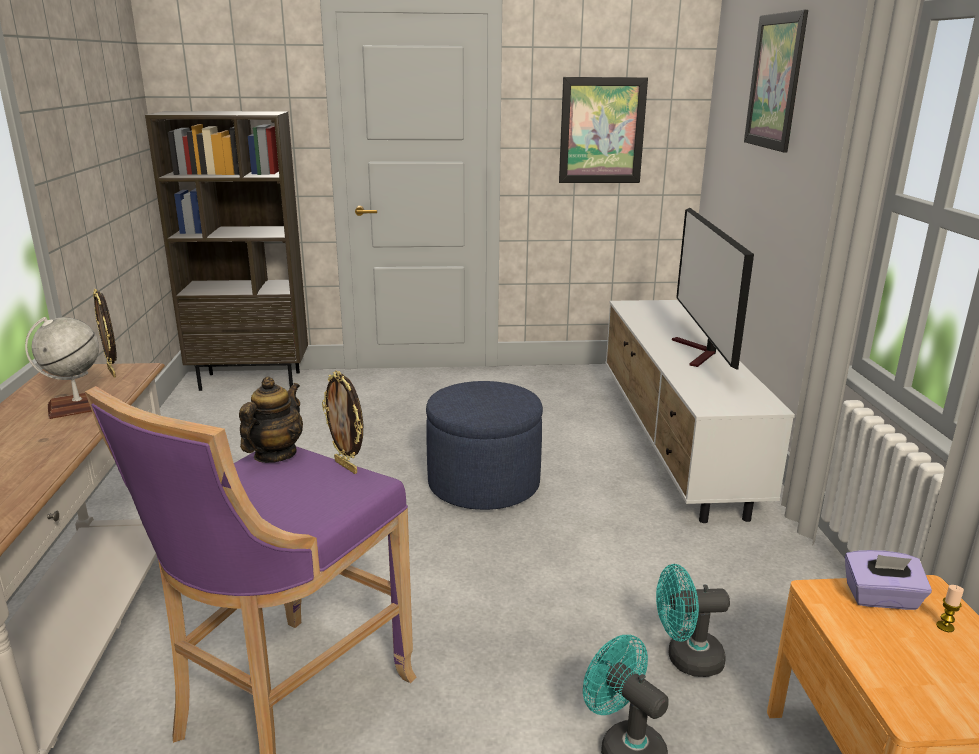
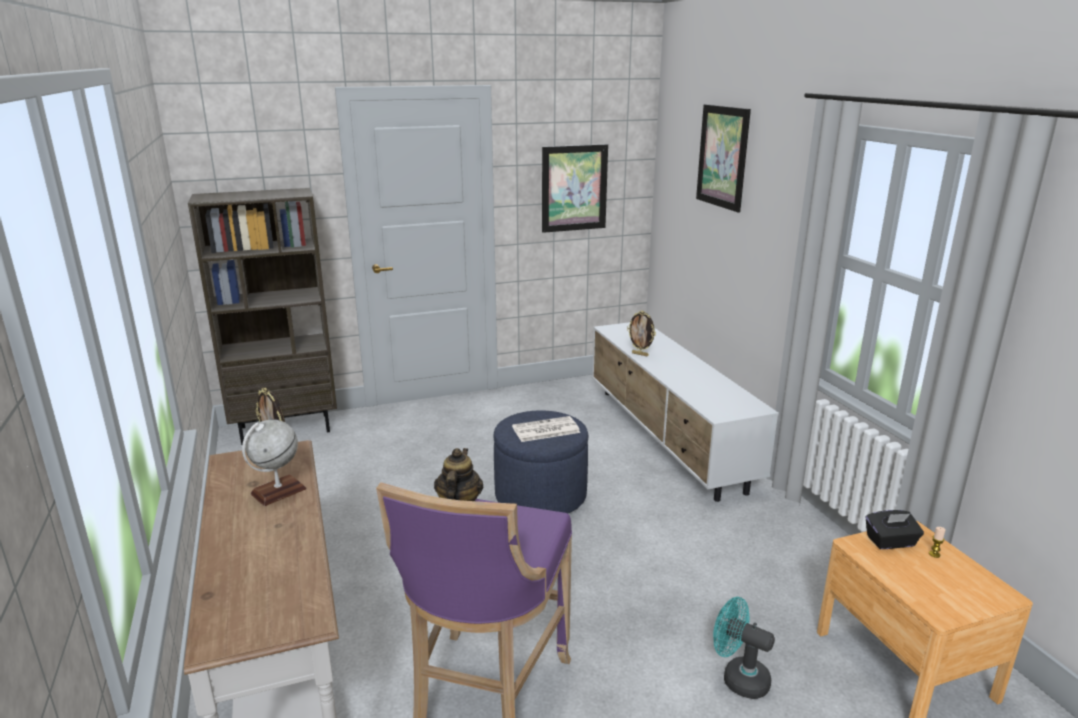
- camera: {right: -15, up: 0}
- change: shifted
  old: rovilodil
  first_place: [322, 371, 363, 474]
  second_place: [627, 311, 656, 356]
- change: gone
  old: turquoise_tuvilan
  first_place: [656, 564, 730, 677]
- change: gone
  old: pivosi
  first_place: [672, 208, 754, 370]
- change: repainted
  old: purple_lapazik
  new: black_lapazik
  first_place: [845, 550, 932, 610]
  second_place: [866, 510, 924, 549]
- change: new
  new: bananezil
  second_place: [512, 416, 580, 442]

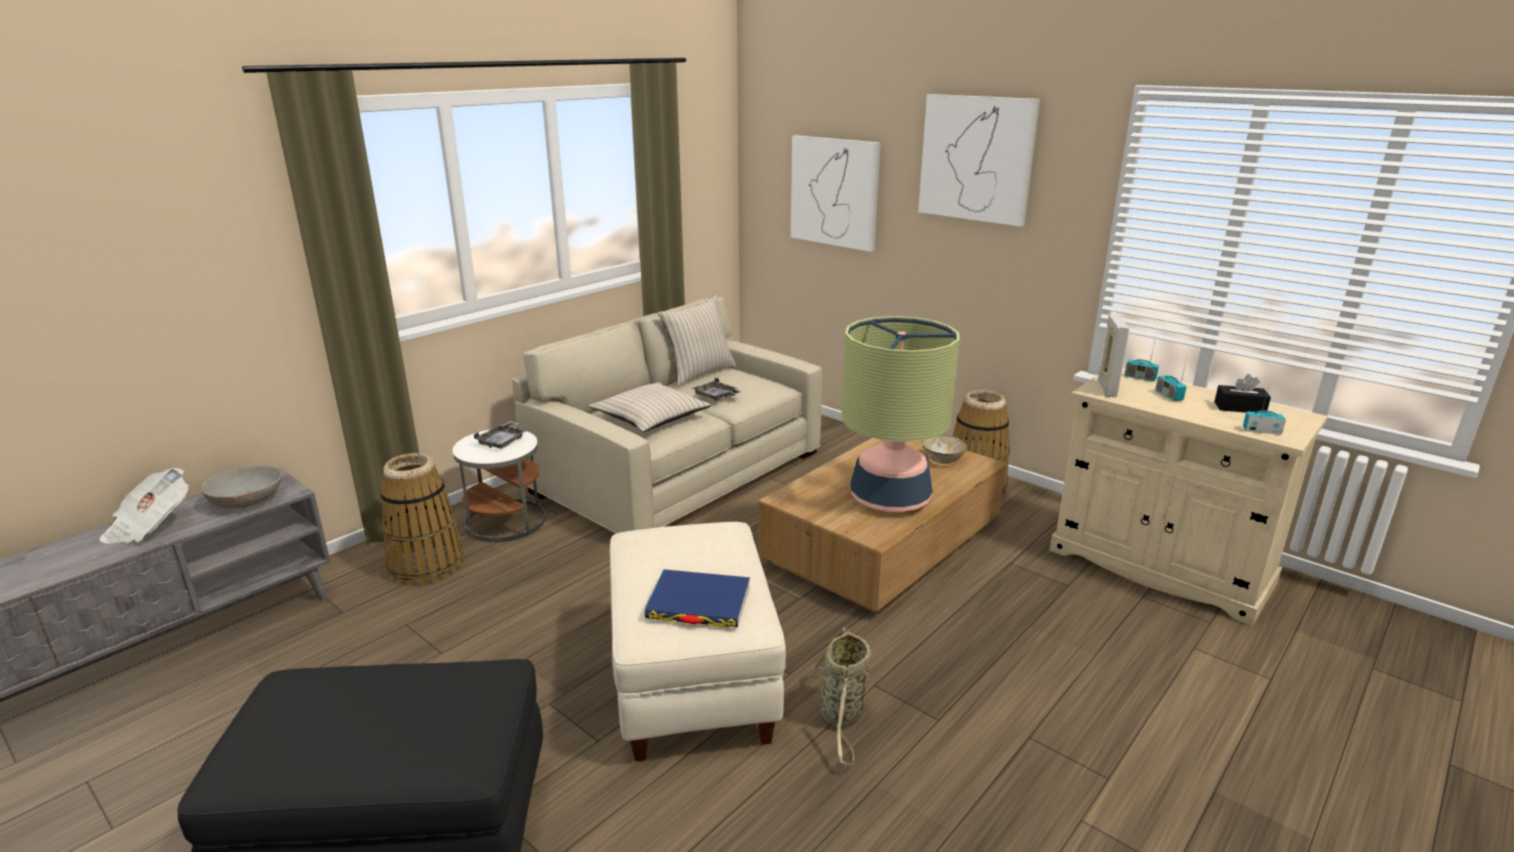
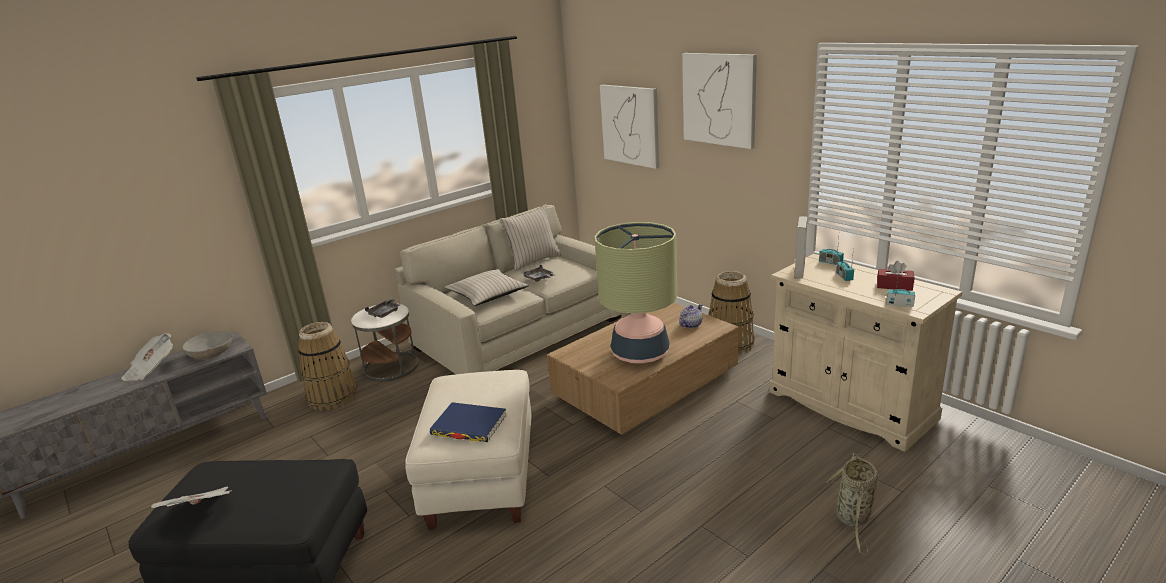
- camera: {right: 10, up: 0}
- change: shifted
  old: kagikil
  first_place: [811, 627, 871, 765]
  second_place: [825, 453, 878, 555]
- change: swapped
  old: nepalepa
  new: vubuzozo
  first_place: [922, 435, 968, 464]
  second_place: [679, 304, 703, 328]
- change: repainted
  old: black_lapazik
  new: red_lapazik
  first_place: [1214, 374, 1271, 413]
  second_place: [877, 261, 914, 291]
- change: new
  new: bananezil
  second_place: [151, 487, 230, 508]

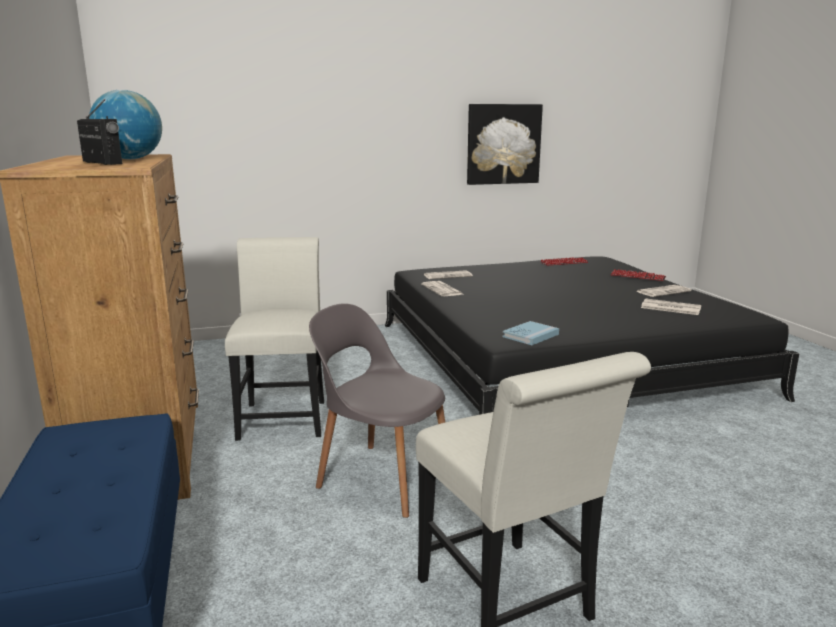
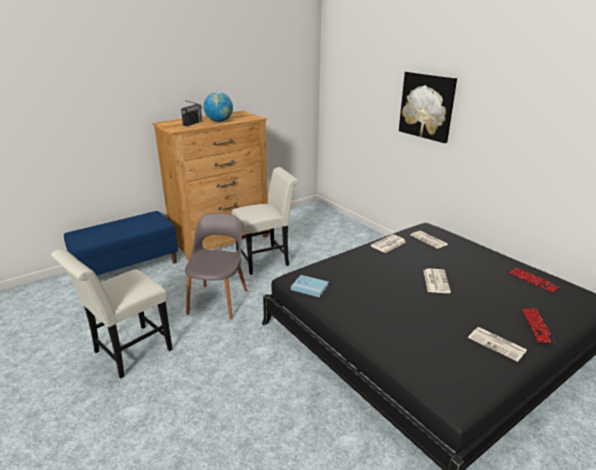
- camera: {right: 70, up: 10}
- change: shifted
  old: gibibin
  first_place: [467, 104, 543, 185]
  second_place: [399, 71, 457, 143]
- change: shifted
  old: bananezil
  first_place: [641, 298, 701, 315]
  second_place: [423, 269, 451, 293]

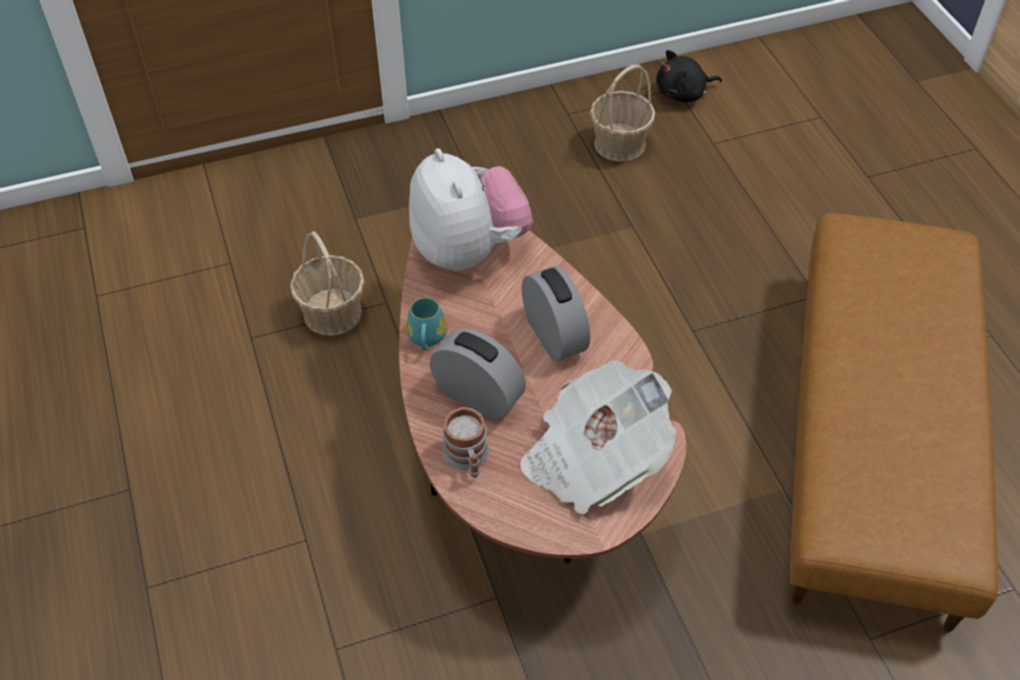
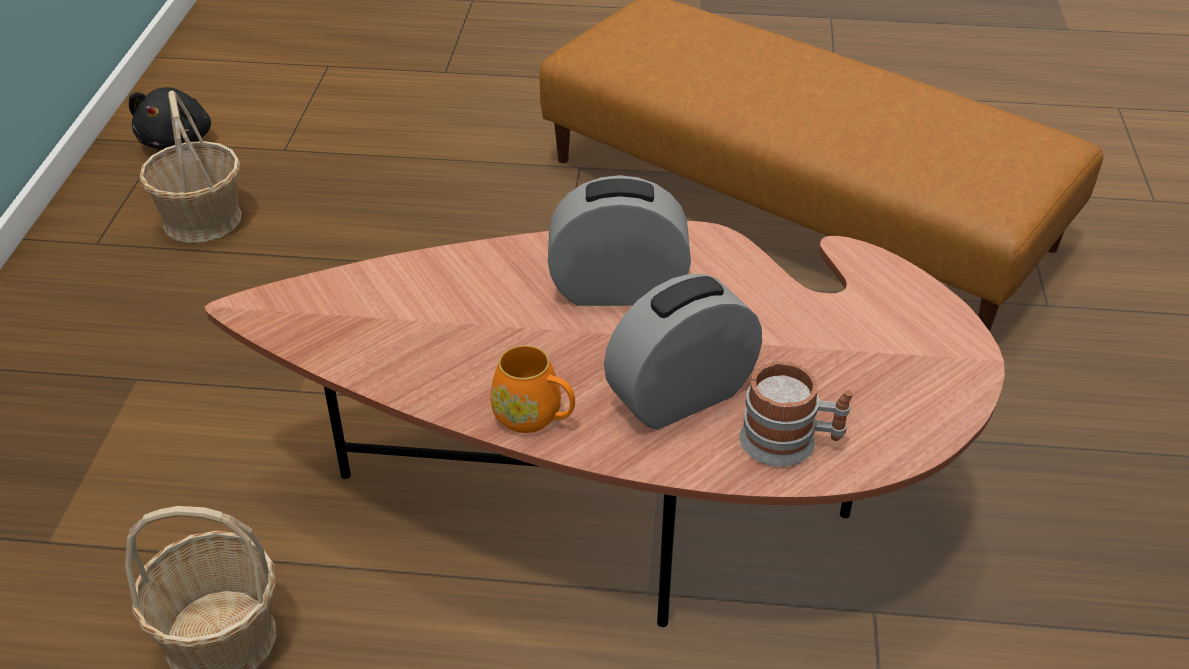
- camera: {right: -65, up: -10}
- change: repainted
  old: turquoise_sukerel
  new: orange_sukerel
  first_place: [406, 298, 447, 350]
  second_place: [490, 345, 575, 433]
- change: gone
  old: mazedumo
  first_place: [409, 148, 533, 271]
- change: gone
  old: bananezil
  first_place: [520, 360, 676, 515]

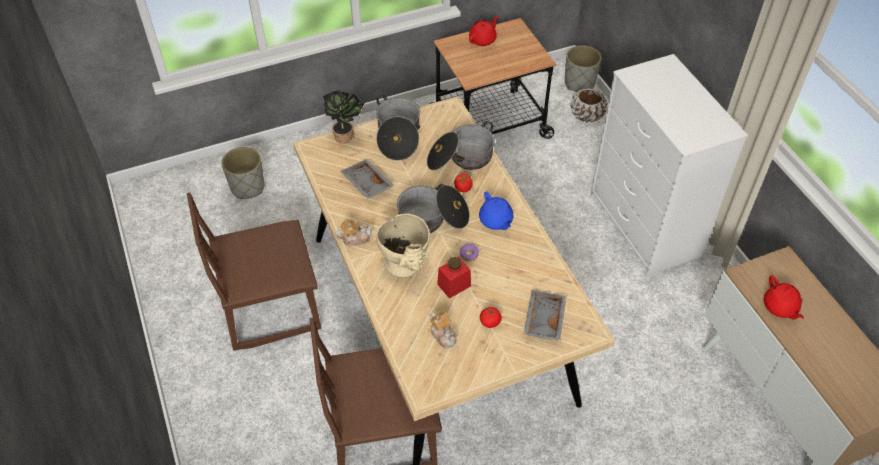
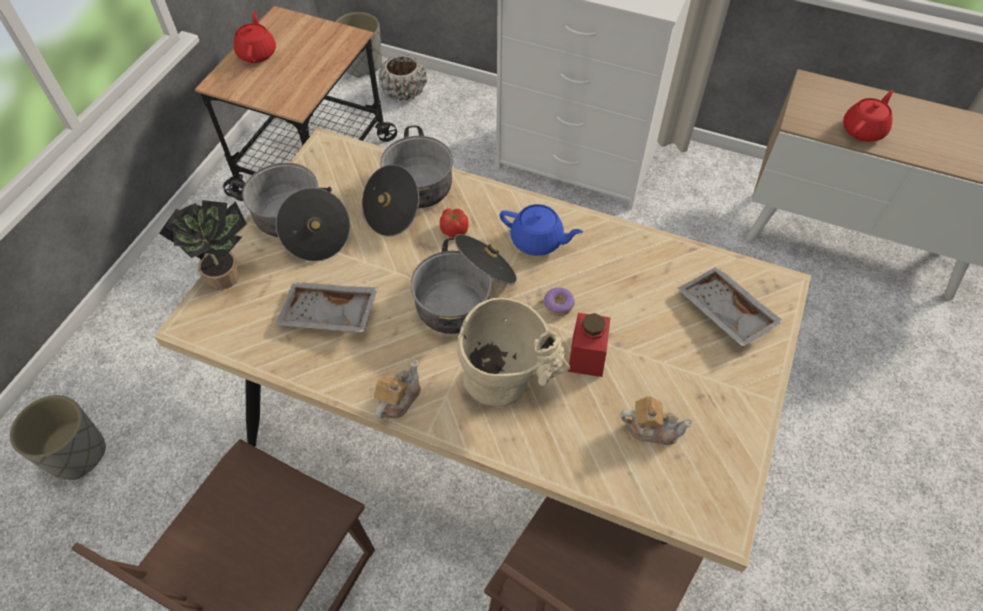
- camera: {right: -45, up: 5}
- change: gone
  old: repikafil
  first_place: [480, 307, 502, 328]
- change: rotated
  old: red_vubuzozo
  first_place: [764, 275, 804, 319]
  second_place: [843, 90, 894, 142]
  degrees: -75

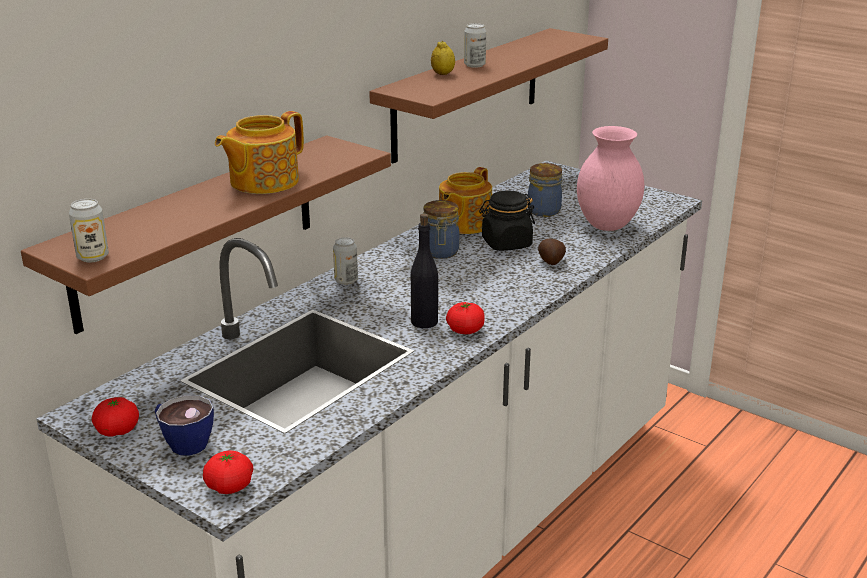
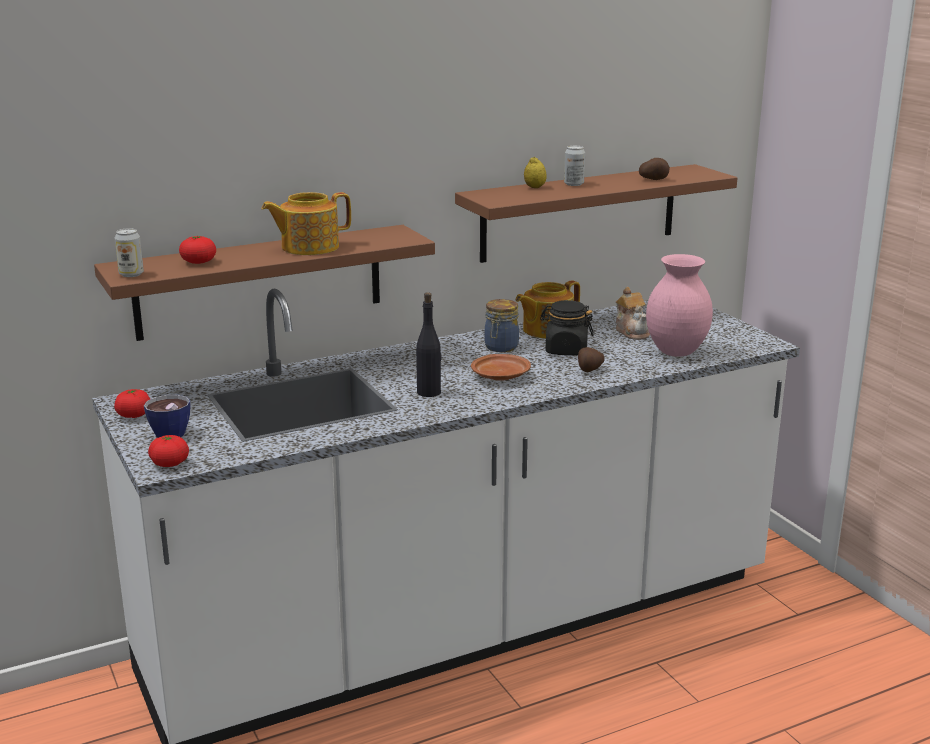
- camera: {right: 25, up: -5}
- change: gone
  old: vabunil
  first_place: [333, 237, 358, 285]
- change: shifted
  old: repikafil
  first_place: [446, 302, 485, 334]
  second_place: [179, 235, 216, 264]
- change: swapped
  old: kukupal
  new: vubuzozo
  first_place: [528, 163, 562, 217]
  second_place: [616, 287, 650, 340]
- change: new
  new: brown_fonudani
  second_place: [471, 354, 531, 381]
- change: new
  new: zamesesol
  second_place: [639, 158, 670, 180]

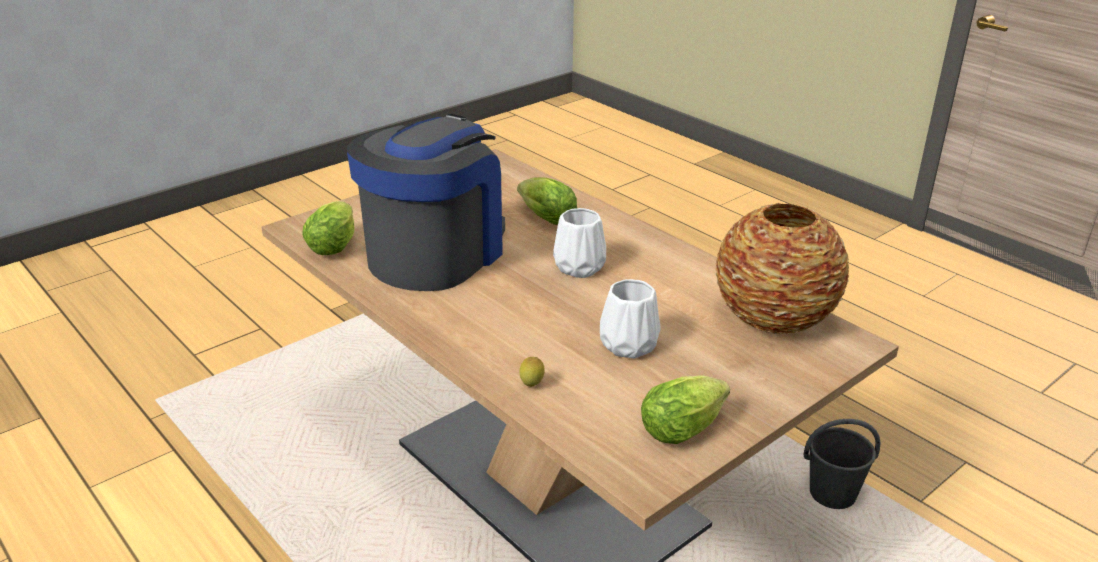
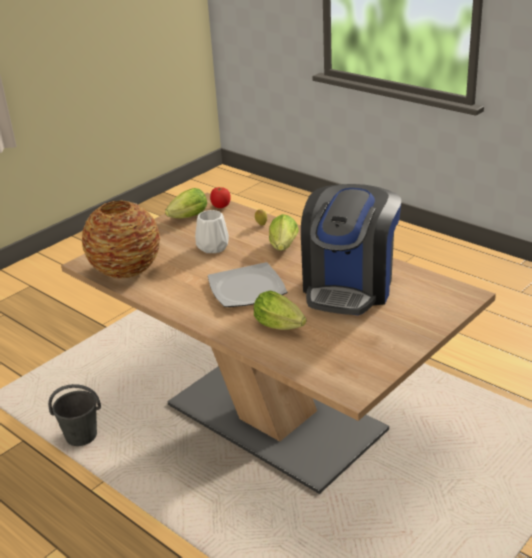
- camera: {right: 175, up: 0}
- change: shifted
  old: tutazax
  first_place: [302, 201, 354, 255]
  second_place: [269, 214, 299, 251]
- change: swapped
  old: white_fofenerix
  new: fonudani
  first_place: [553, 208, 606, 278]
  second_place: [208, 262, 287, 307]
- change: new
  new: repikafil
  second_place: [210, 187, 231, 208]

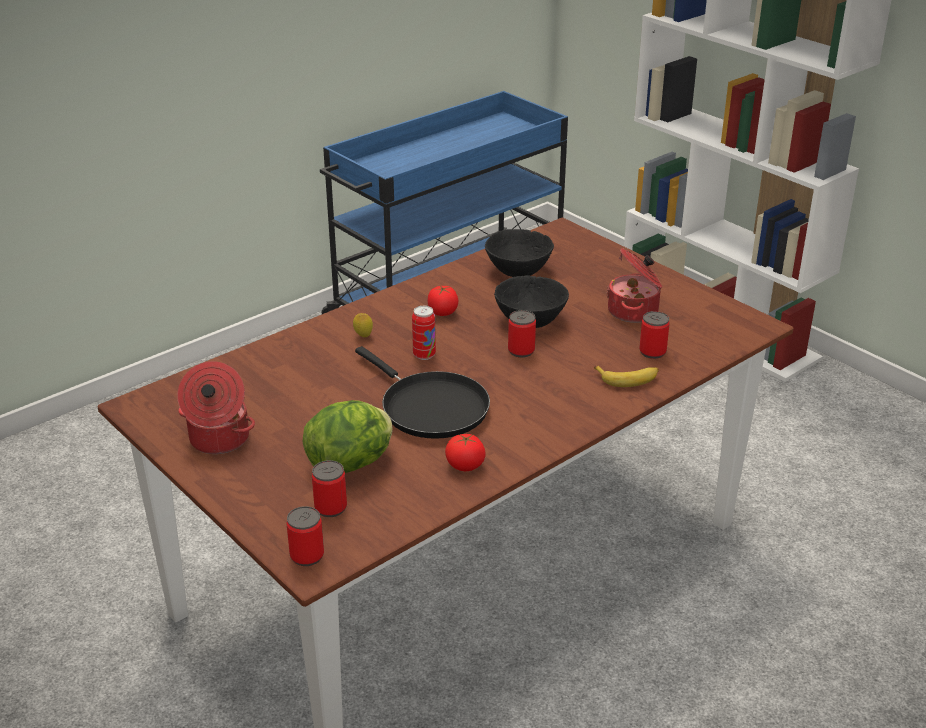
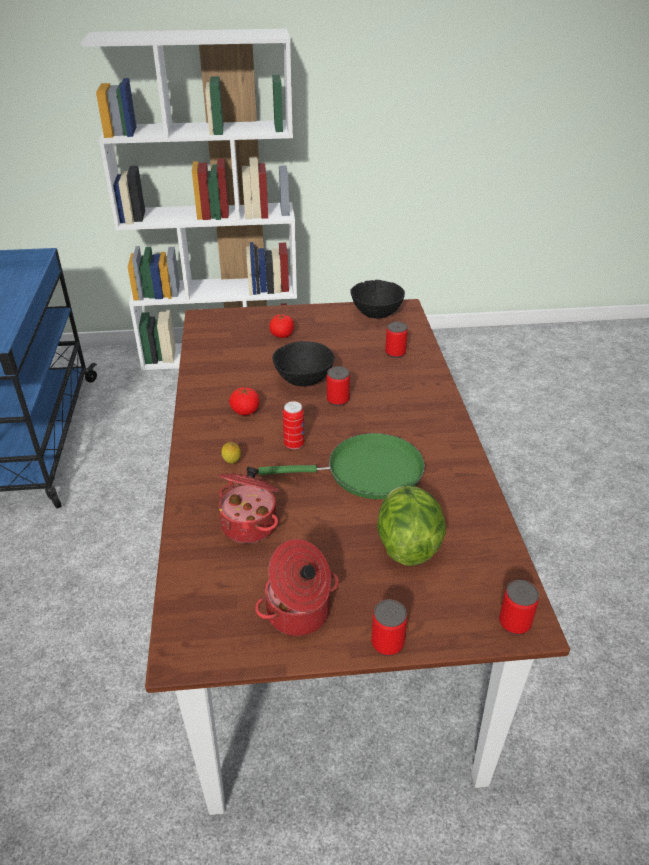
- camera: {right: -55, up: 5}
- change: shifted
  old: vabunil
  first_place: [312, 460, 347, 517]
  second_place: [371, 599, 407, 656]
- change: repainted
  old: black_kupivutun
  new: green_kupivutun
  first_place: [355, 346, 490, 439]
  second_place: [258, 433, 425, 499]
- change: shifted
  old: repikafil
  first_place: [445, 434, 485, 471]
  second_place: [269, 314, 294, 338]
- change: shifted
  old: black_nepalepa
  first_place: [485, 229, 554, 277]
  second_place: [350, 280, 405, 318]
- change: gone
  old: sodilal
  first_place: [594, 366, 659, 387]
- change: shifted
  old: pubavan
  first_place: [607, 248, 662, 323]
  second_place: [218, 466, 280, 544]

